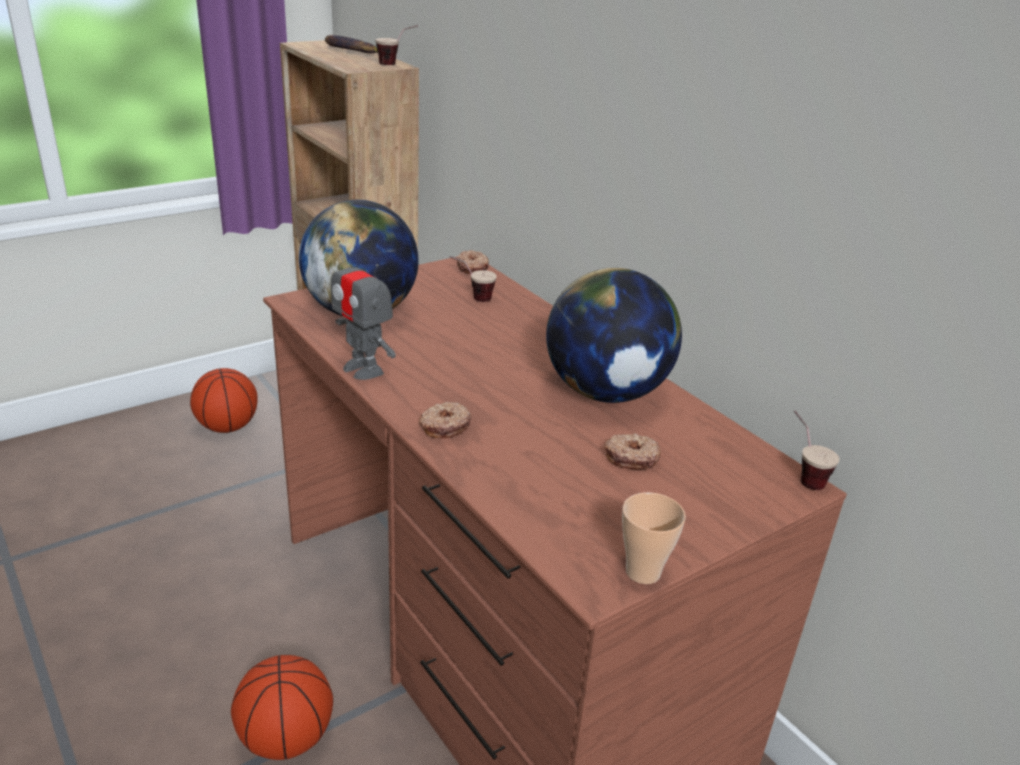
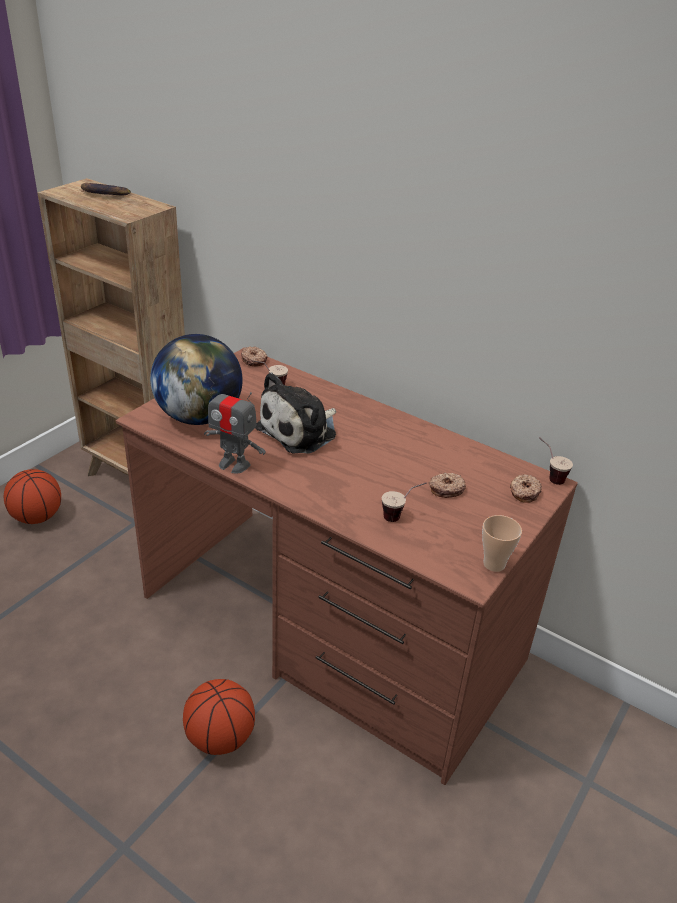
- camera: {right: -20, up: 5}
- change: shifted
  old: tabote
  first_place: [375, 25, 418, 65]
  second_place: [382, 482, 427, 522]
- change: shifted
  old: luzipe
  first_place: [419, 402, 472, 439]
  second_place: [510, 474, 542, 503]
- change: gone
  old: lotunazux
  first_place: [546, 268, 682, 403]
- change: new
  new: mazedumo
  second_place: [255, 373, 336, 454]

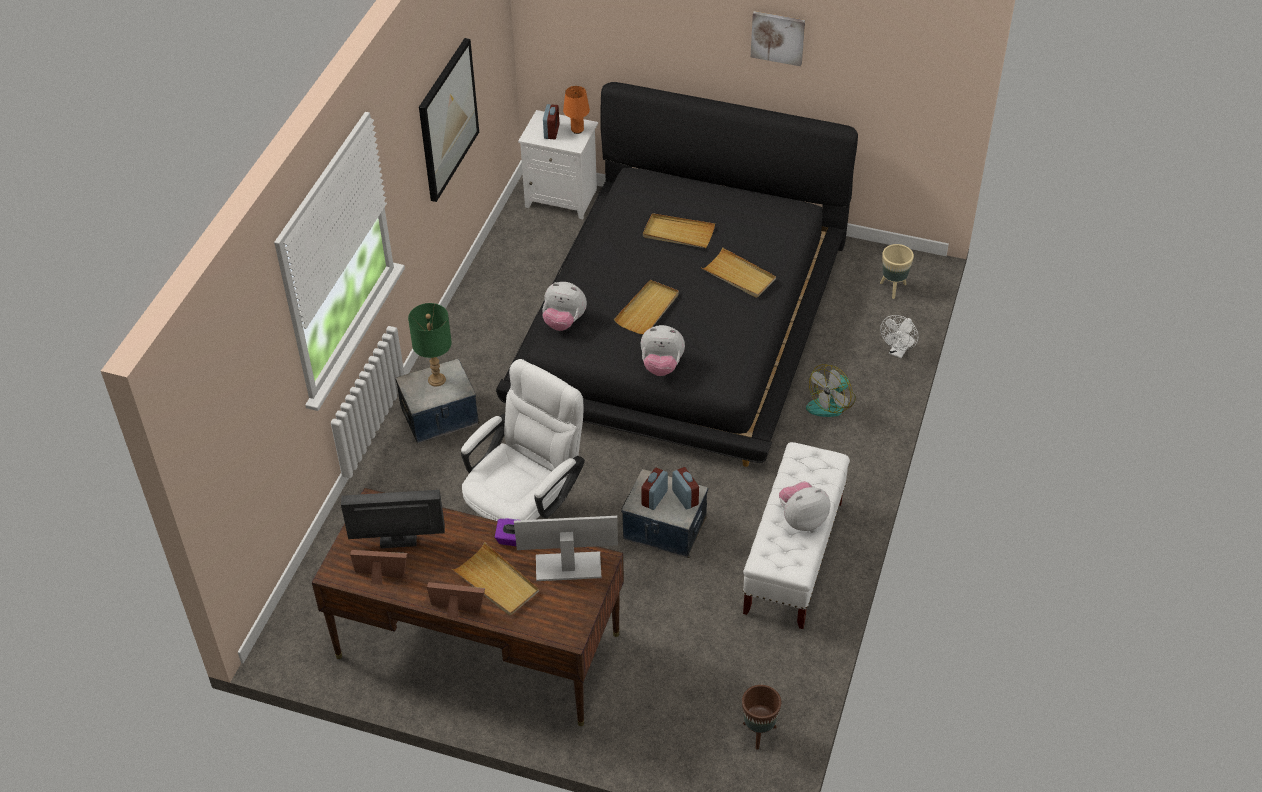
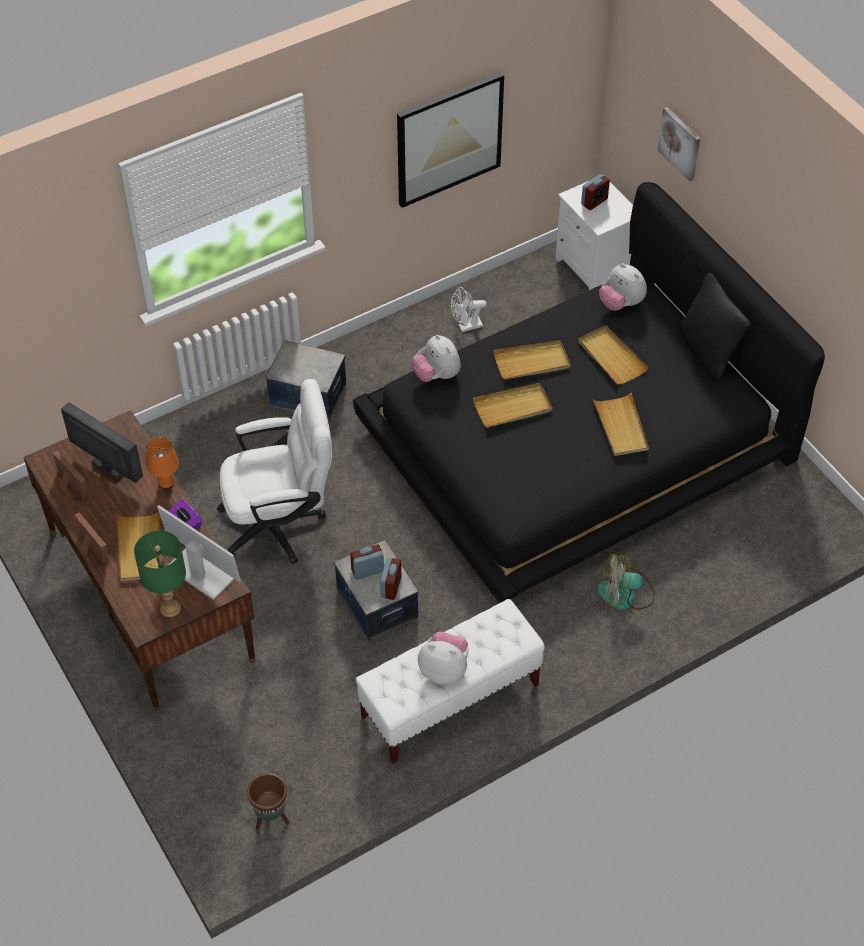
- camera: {right: 40, up: 5}
- change: shifted
  old: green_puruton
  first_place: [408, 303, 452, 386]
  second_place: [134, 530, 186, 617]
- change: shifted
  old: orange_puruton
  first_place: [563, 86, 590, 134]
  second_place: [146, 437, 179, 488]
- change: shifted
  old: mazedumo
  first_place: [641, 325, 685, 376]
  second_place: [599, 263, 647, 311]
- change: shifted
  old: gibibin
  first_place: [751, 11, 805, 66]
  second_place: [658, 107, 700, 181]
- change: gone
  old: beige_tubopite
  first_place: [880, 244, 914, 299]
- change: shifted
  old: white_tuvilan
  first_place: [880, 315, 919, 358]
  second_place: [451, 287, 487, 332]
- change: new
  new: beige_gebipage
  second_place: [494, 340, 571, 379]
- change: new
  new: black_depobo
  second_place: [678, 273, 751, 382]

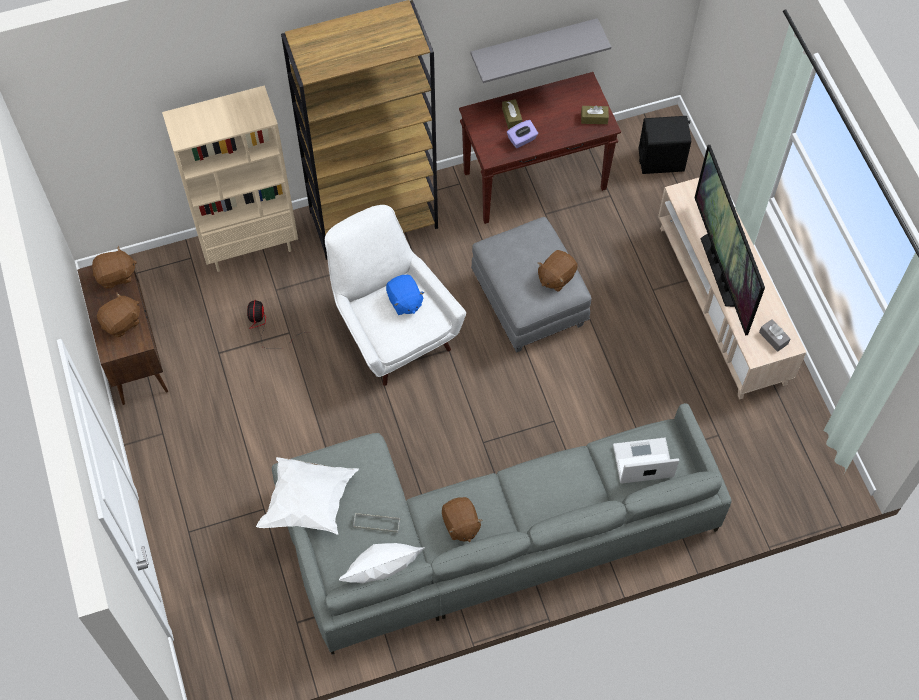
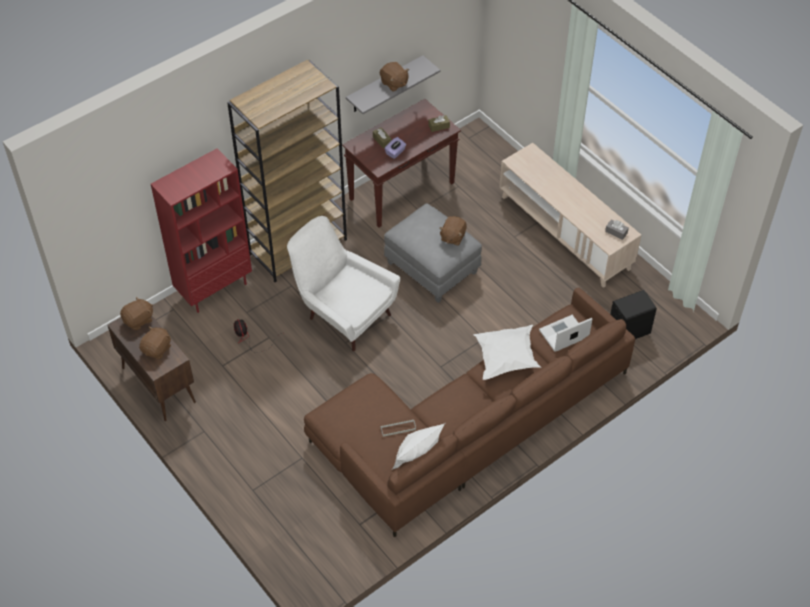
- camera: {right: -20, up: -10}
- change: repainted
  old: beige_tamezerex
  new: red_tamezerex
  first_place: [162, 85, 298, 272]
  second_place: [151, 148, 252, 313]
- change: shifted
  old: white_depobo
  first_place: [256, 457, 359, 535]
  second_place: [473, 325, 541, 380]
- change: repainted
  old: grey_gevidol
  new: brown_gevidol
  first_place: [272, 403, 732, 655]
  second_place: [304, 288, 635, 537]
- change: gone
  old: blue_mazedumo
  first_place: [386, 275, 425, 315]
- change: shifted
  old: brown_mazedumo
  first_place: [442, 497, 483, 542]
  second_place: [380, 62, 409, 92]
- change: shifted
  old: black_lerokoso
  first_place: [639, 116, 691, 174]
  second_place: [610, 290, 657, 339]
- change: gone
  old: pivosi
  first_place: [695, 145, 765, 336]

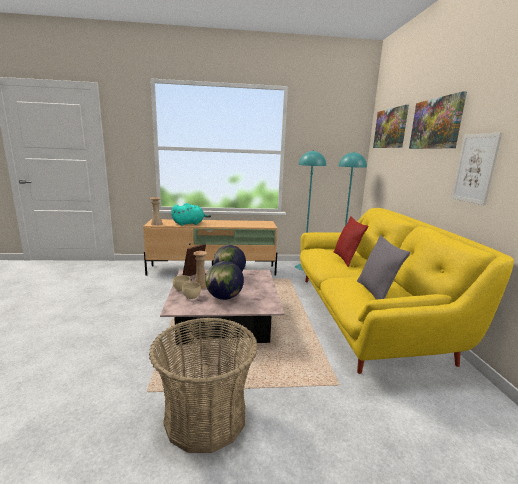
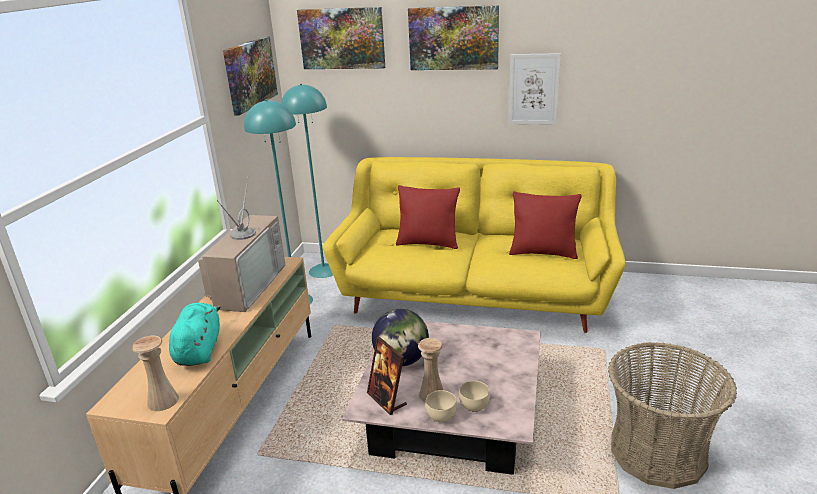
- camera: {right: -70, up: 10}
- change: gone
  old: lotunazux
  first_place: [205, 261, 244, 300]
- change: repainted
  old: grey_depobo
  new: red_depobo
  first_place: [357, 235, 410, 300]
  second_place: [509, 191, 582, 259]
- change: new
  new: pivosi
  second_place: [198, 177, 285, 312]
- change: new
  new: gibibin
  second_place: [223, 37, 278, 116]

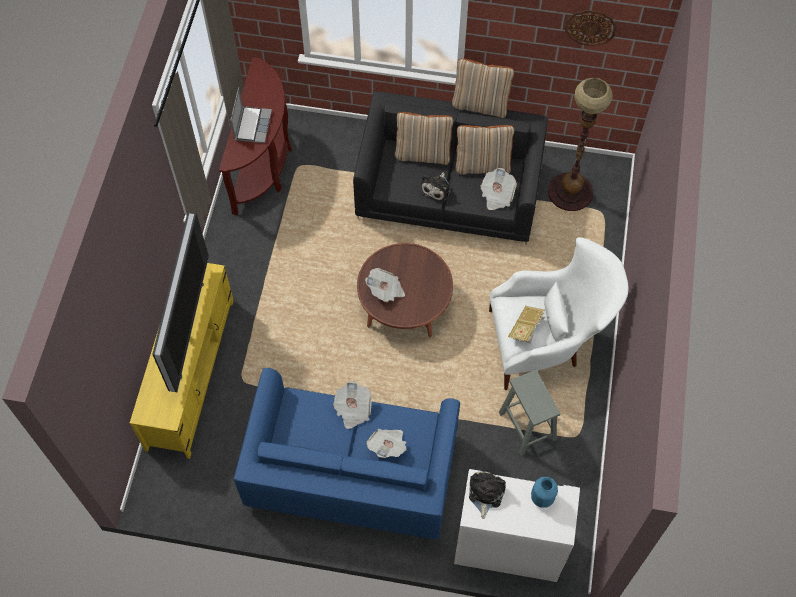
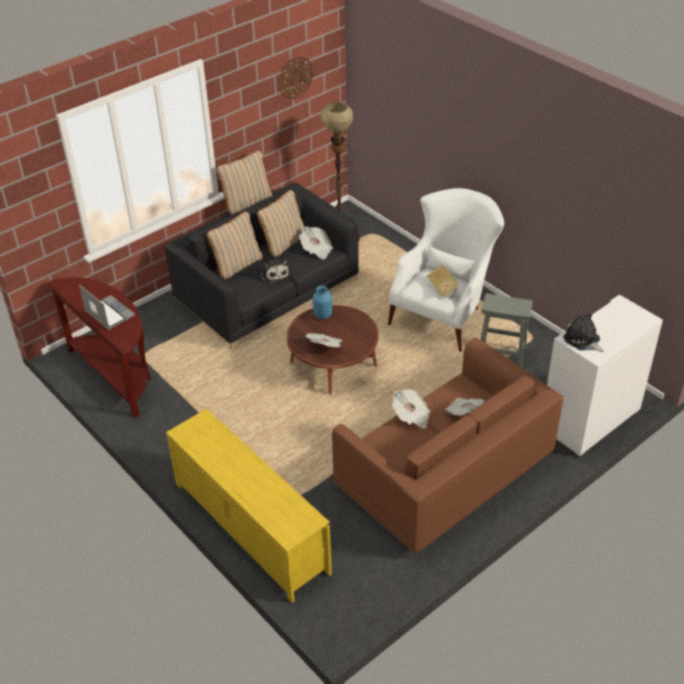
- camera: {right: -50, up: -20}
- change: gone
  old: pivosi
  first_place: [152, 212, 209, 392]
- change: repainted
  old: blue_gevidol
  new: brown_gevidol
  first_place: [234, 368, 460, 540]
  second_place: [332, 338, 564, 558]
- change: shifted
  old: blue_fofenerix
  first_place: [531, 477, 558, 508]
  second_place: [313, 286, 332, 319]

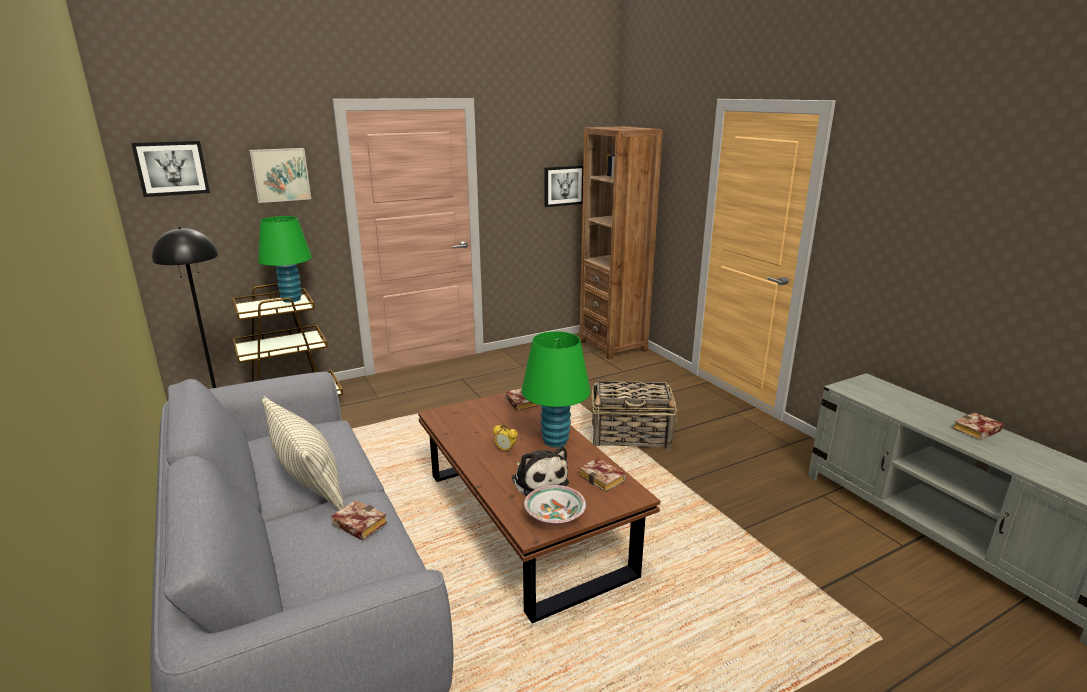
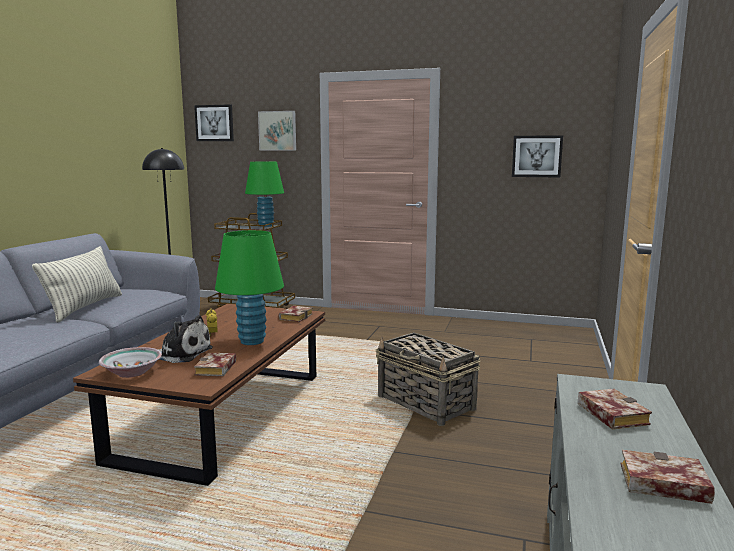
- camera: {right: 45, up: -10}
- change: shifted
  old: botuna
  first_place: [331, 500, 387, 540]
  second_place: [578, 389, 652, 429]
- change: rotated
  old: mazedumo
  first_place: [512, 446, 569, 496]
  second_place: [157, 315, 213, 363]
  degrees: -90
- change: gone
  old: brown_tamezerex
  first_place: [579, 126, 663, 360]

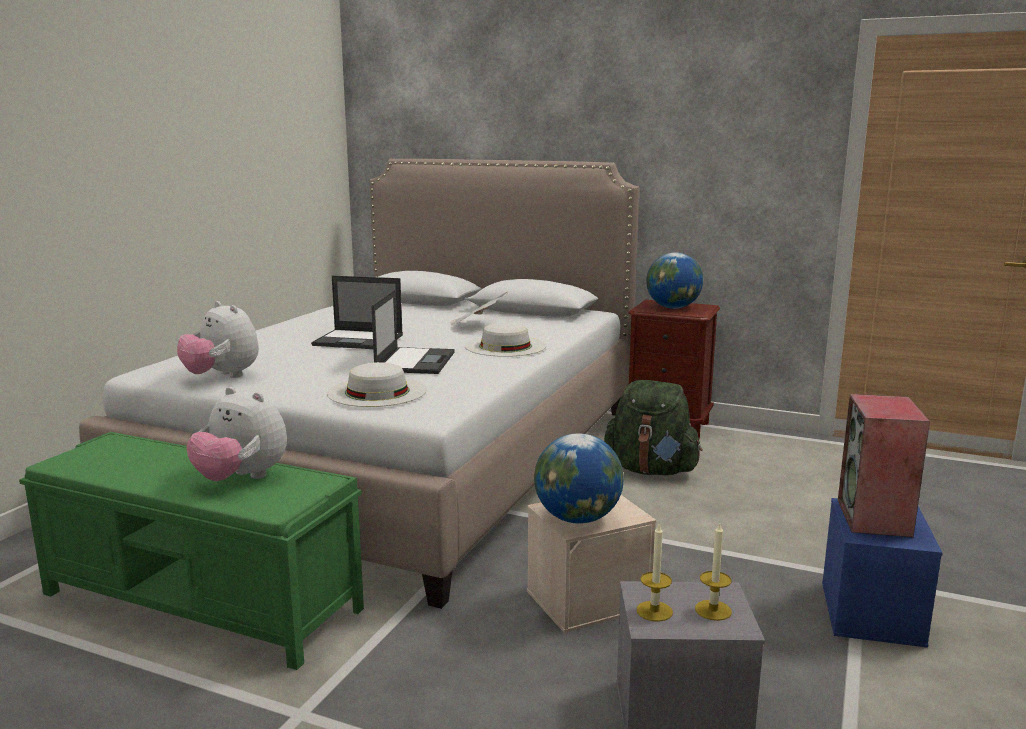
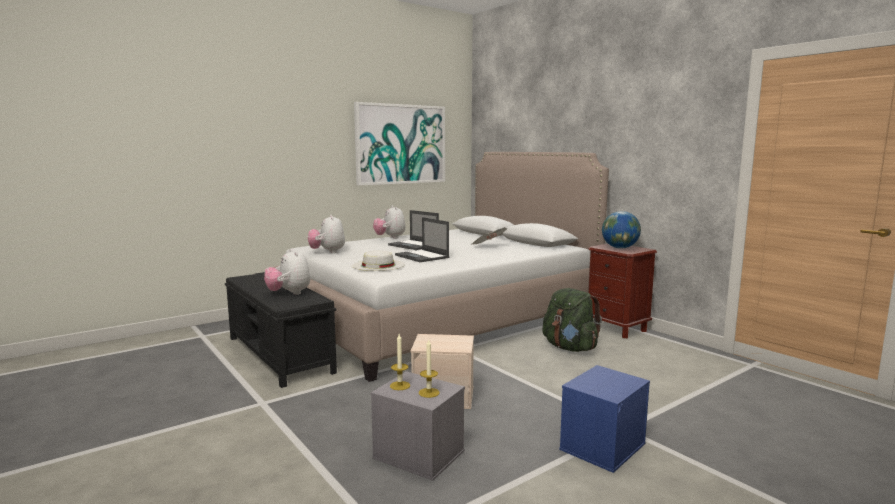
- camera: {right: 30, up: -5}
- change: repainted
  old: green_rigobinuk
  new: black_rigobinuk
  first_place: [19, 432, 364, 670]
  second_place: [225, 272, 337, 388]
- change: rotated
  old: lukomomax
  first_place: [371, 290, 454, 374]
  second_place: [395, 217, 449, 262]
  degrees: 105
- change: gone
  old: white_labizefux
  first_place: [465, 322, 546, 357]
- change: gone
  old: lotunazux
  first_place: [534, 433, 624, 524]
- change: gone
  old: lerokoso
  first_place: [838, 394, 930, 537]
- change: new
  new: gibibin
  second_place: [354, 102, 445, 186]
- change: new
  new: mazedumo
  second_place: [373, 206, 405, 239]

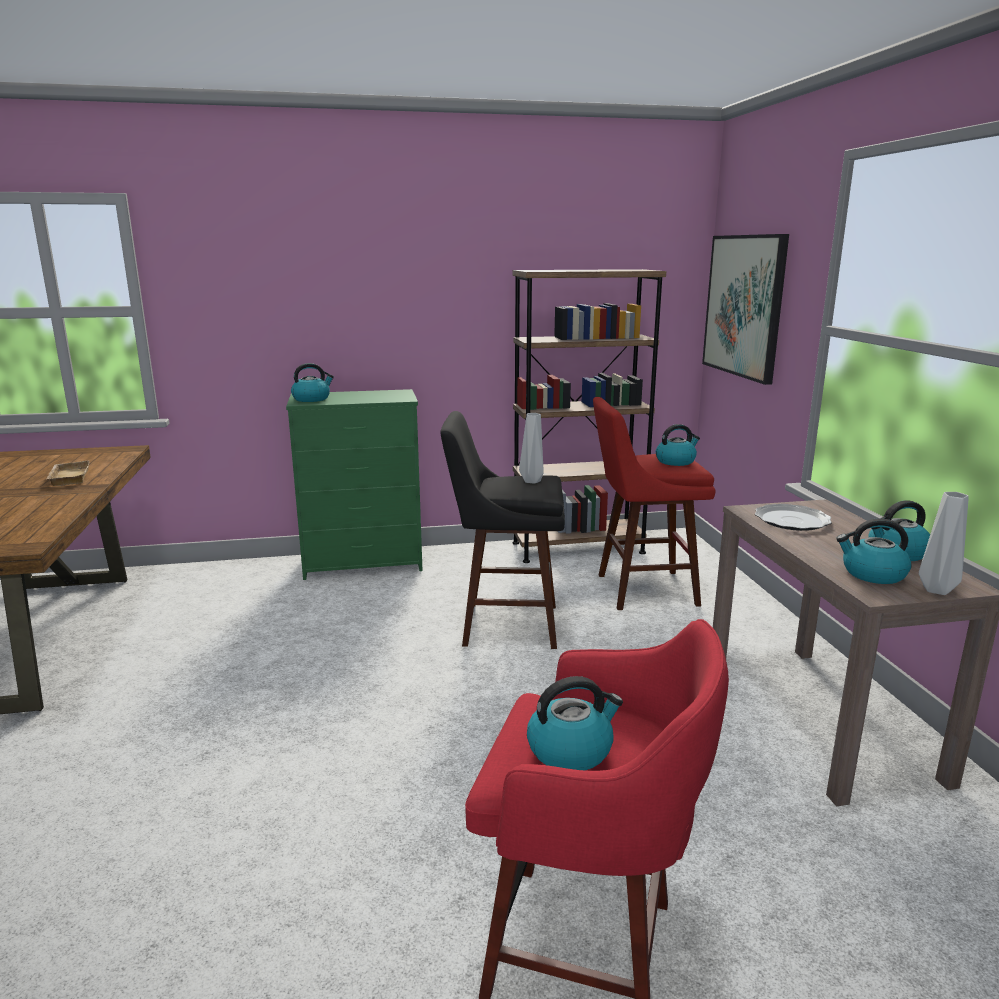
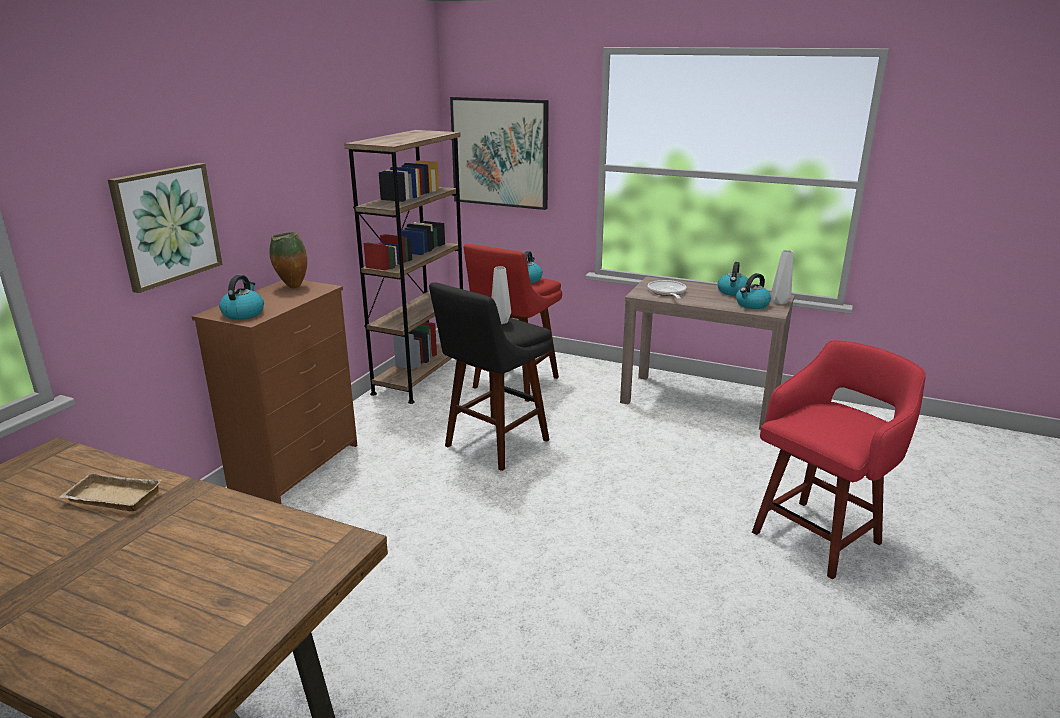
- camera: {right: -55, up: 5}
- change: repainted
  old: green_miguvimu
  new: brown_miguvimu
  first_place: [286, 389, 423, 580]
  second_place: [192, 280, 358, 504]
- change: gone
  old: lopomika
  first_place: [527, 676, 623, 770]
- change: swapped
  old: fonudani
  new: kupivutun
  first_place: [755, 504, 832, 531]
  second_place: [648, 280, 686, 299]
- change: new
  new: gibibin
  second_place: [108, 163, 223, 293]
- change: new
  new: fofenerix
  second_place: [269, 232, 307, 288]

